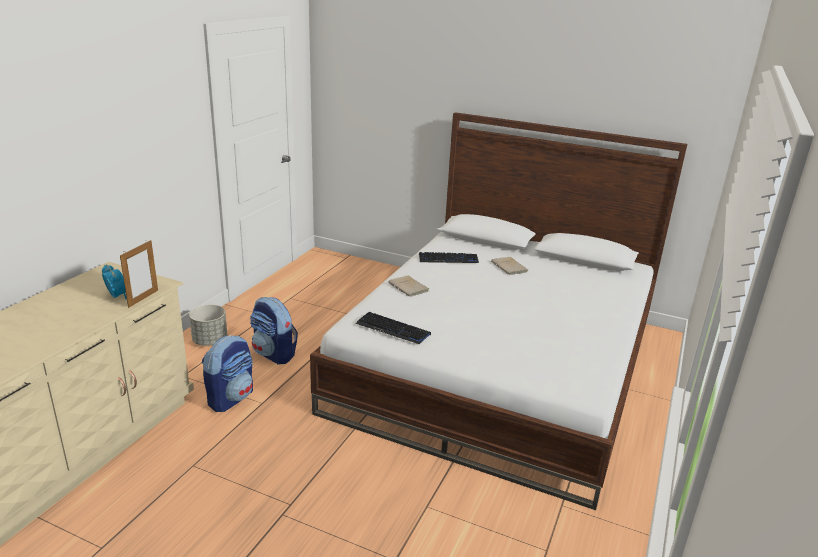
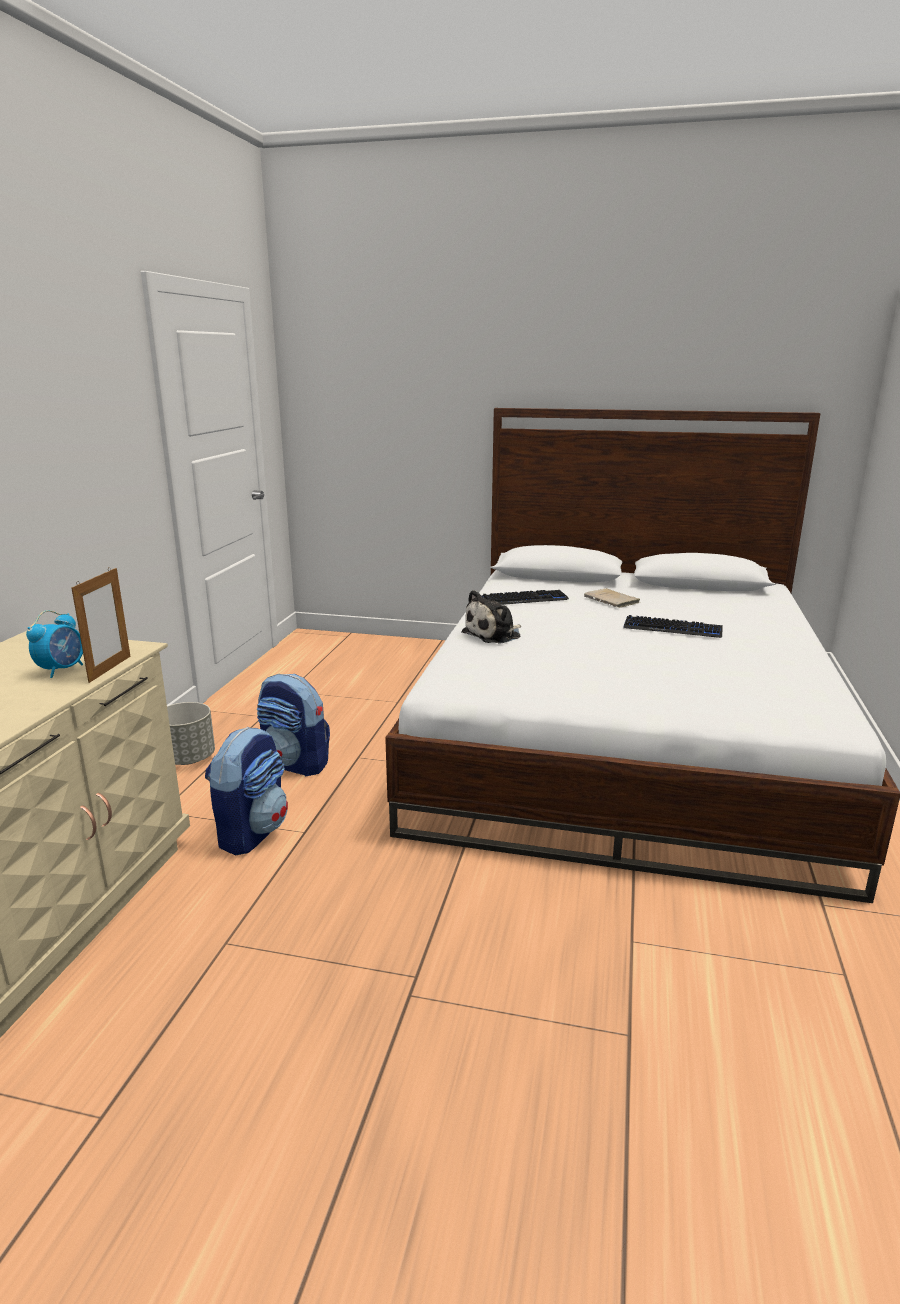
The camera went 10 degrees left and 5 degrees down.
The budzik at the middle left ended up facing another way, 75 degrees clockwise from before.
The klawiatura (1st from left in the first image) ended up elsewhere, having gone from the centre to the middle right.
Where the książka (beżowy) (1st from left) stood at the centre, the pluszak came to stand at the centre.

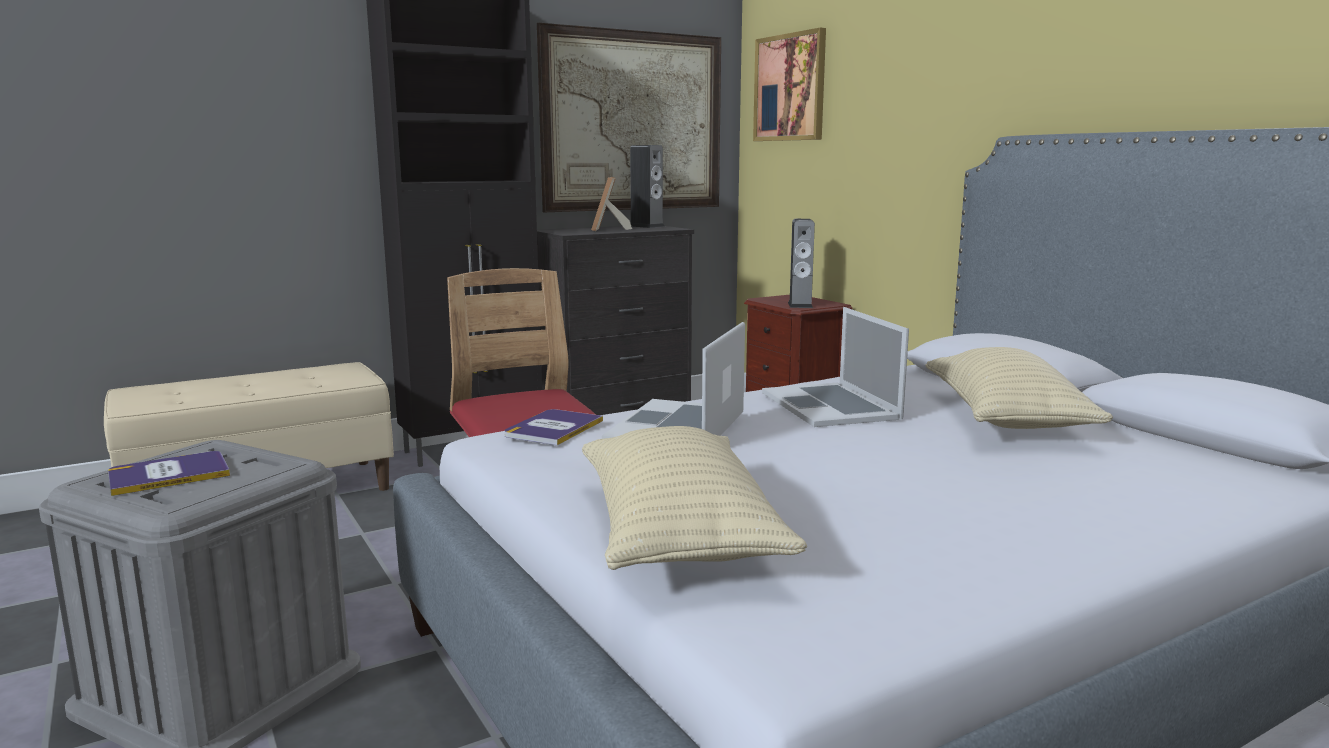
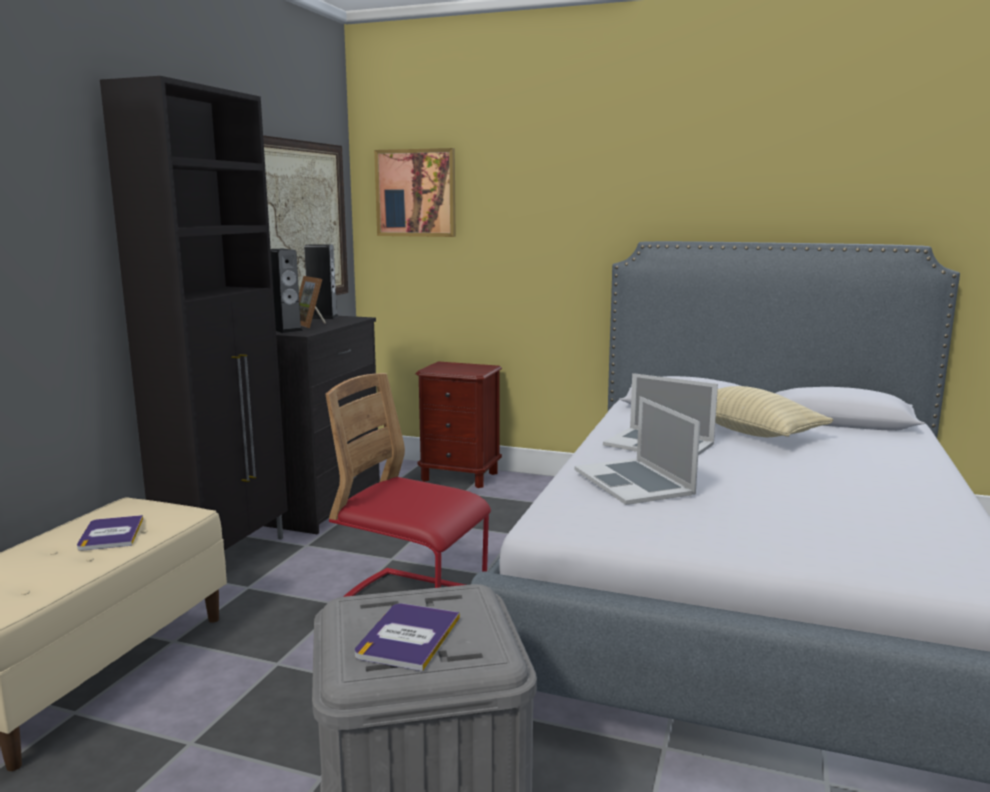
The camera went 40 degrees left and 0 degrees up.
The książka (2nd from left in the first image) ended up elsewhere, having gone from the centre to the bottom left.
The second view lost the poduszka (beżowy) (1st from left) at the centre.
The głośnik (2nd from left in the first image) ended up elsewhere, having gone from the centre to the middle left.

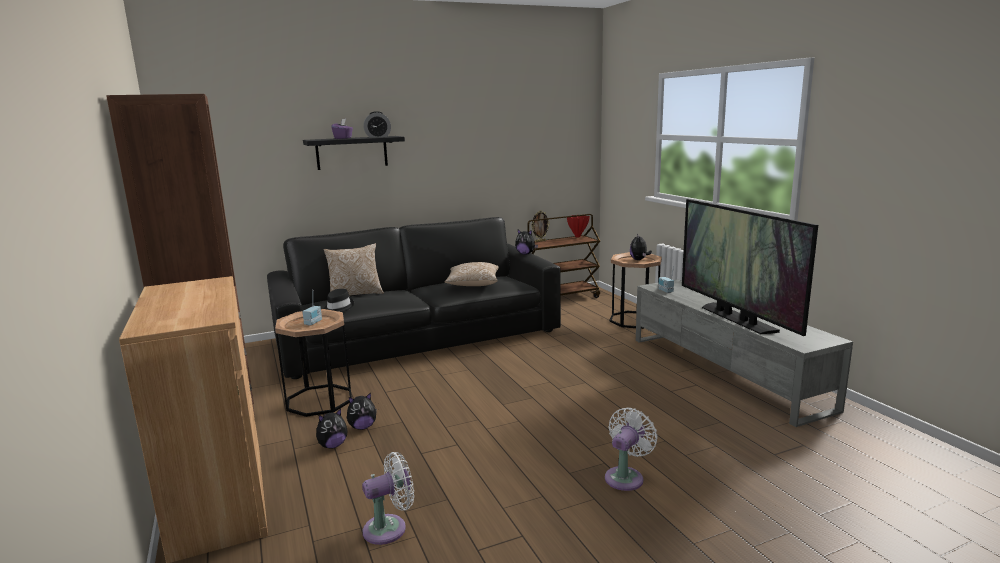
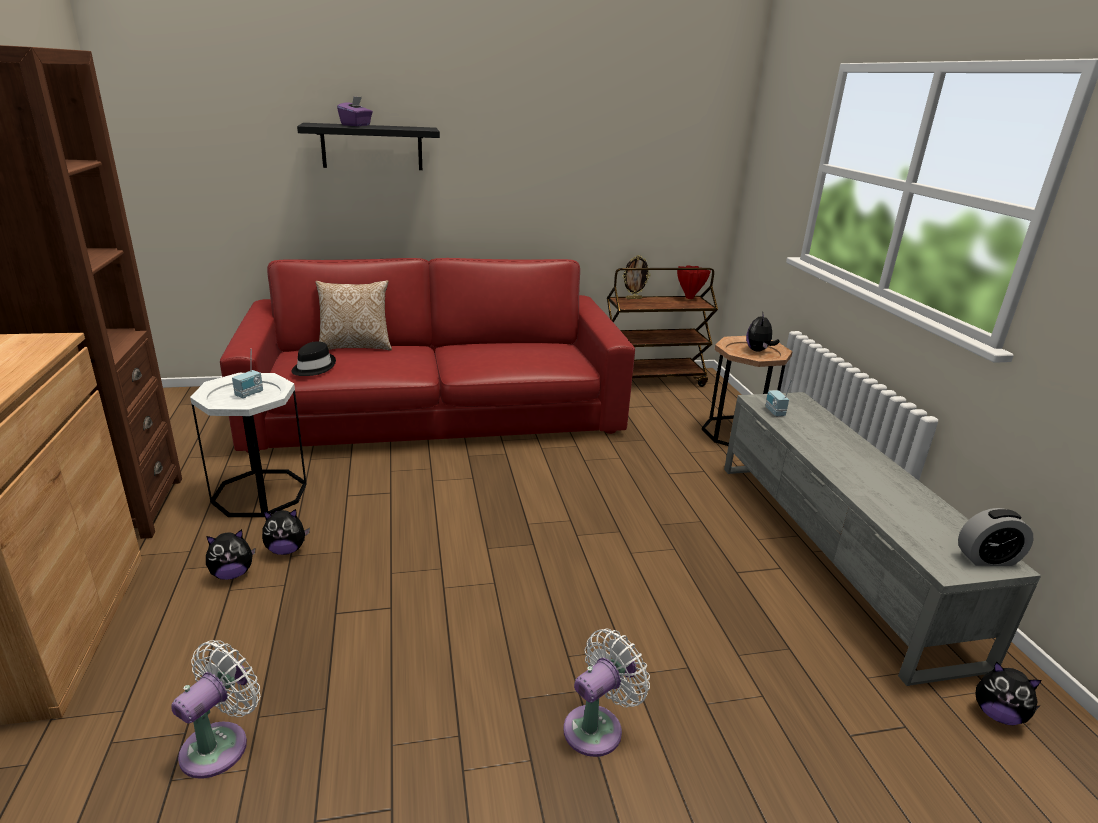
The camera went 10 degrees right and 10 degrees up.
What was the kanapa (czarny) at the centre turned into the kanapa (czerwony) at the centre.
What was the stolik (brązowy) (1st from left) at the middle left turned into the stolik (biały) at the middle left.
The wentylator (biały) (1st from left) at the bottom centre ended up facing another way, 45 degrees counterclockwise from before.
The budzik ended up elsewhere, having gone from the top centre to the middle right.
The second view lost the poduszka (2nd from left) at the centre.
The pluszak (3rd from left in the first image) ended up elsewhere, having gone from the centre to the bottom right.
The second view lost the telewizor at the middle right.

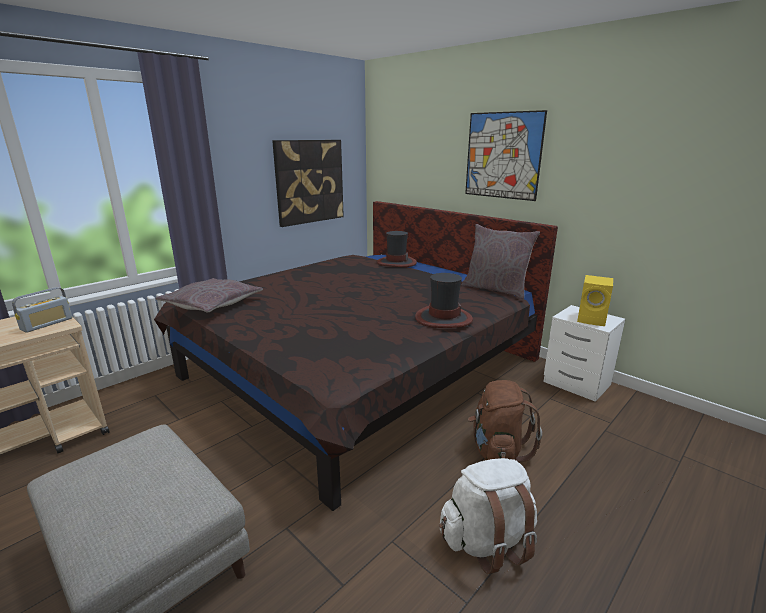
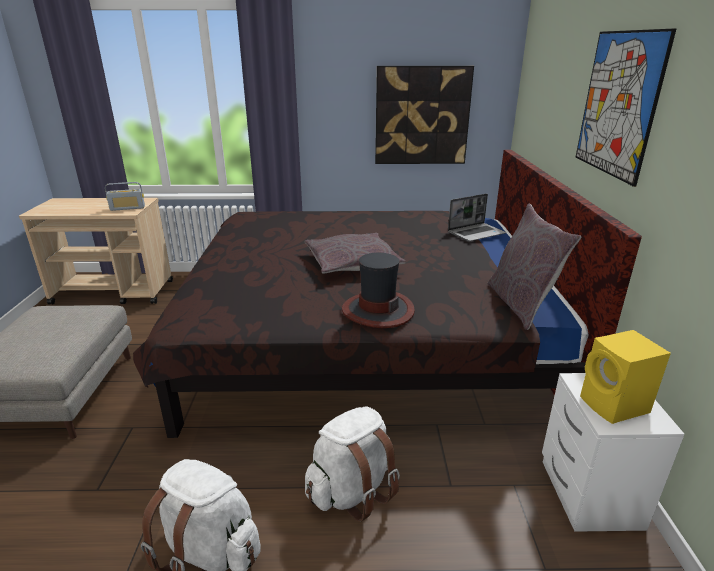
The camera went 45 degrees right and 5 degrees up.
The poduszka (szary) (1st from left) ended up elsewhere, having gone from the middle left to the centre.
Where the kapelusz (1st from left) stood at the centre, the laptop came to stand at the middle right.
What was the plecak (brązowy) at the bottom centre turned into the plecak (biały) (2nd from left) at the bottom centre.

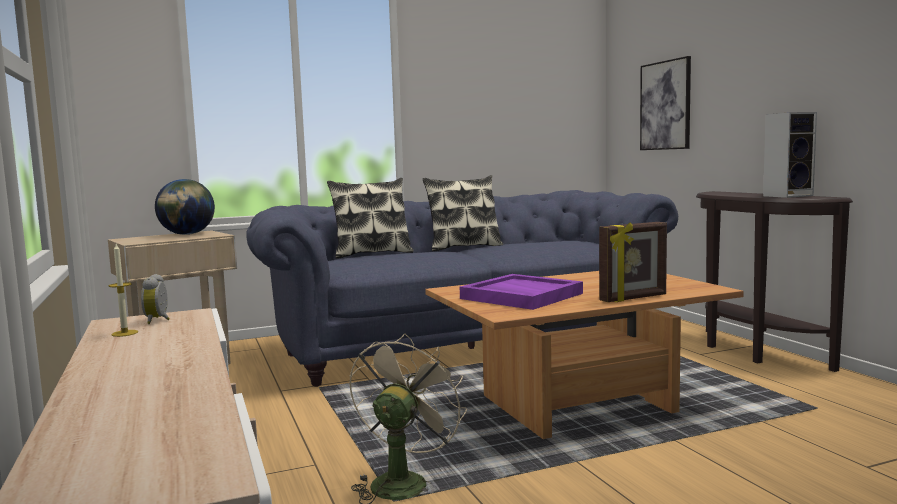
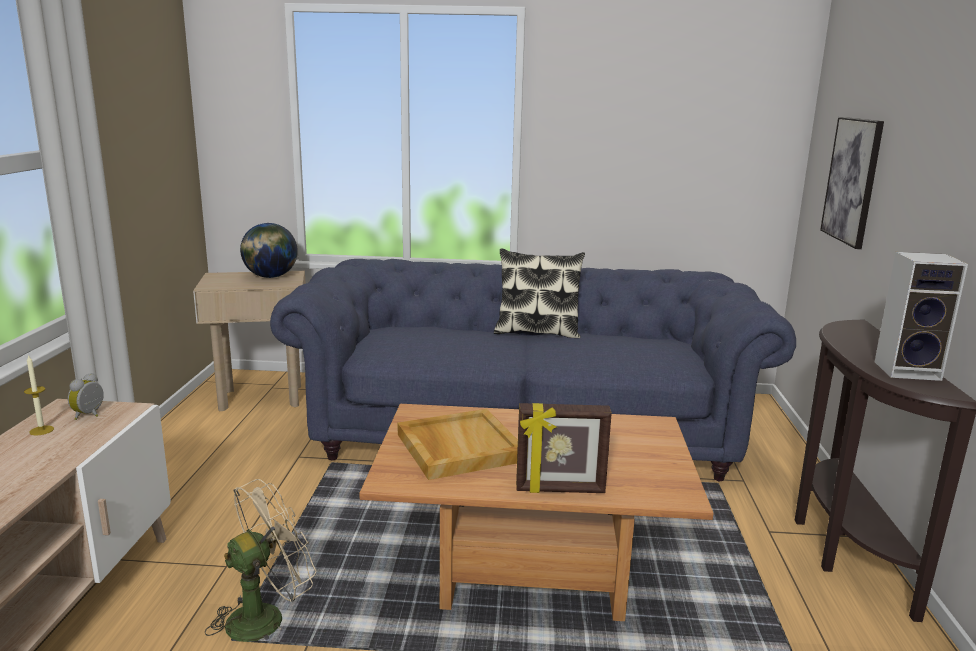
The camera went 25 degrees right and 10 degrees up.
The second view lost the poduszka (1st from left) at the centre.
What was the taca (fioletowy) at the centre turned into the taca (beżowy) at the bottom centre.

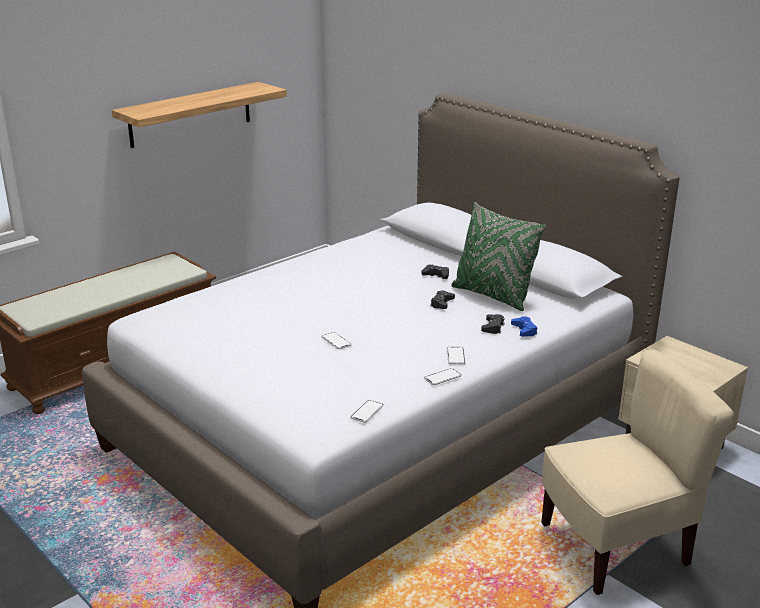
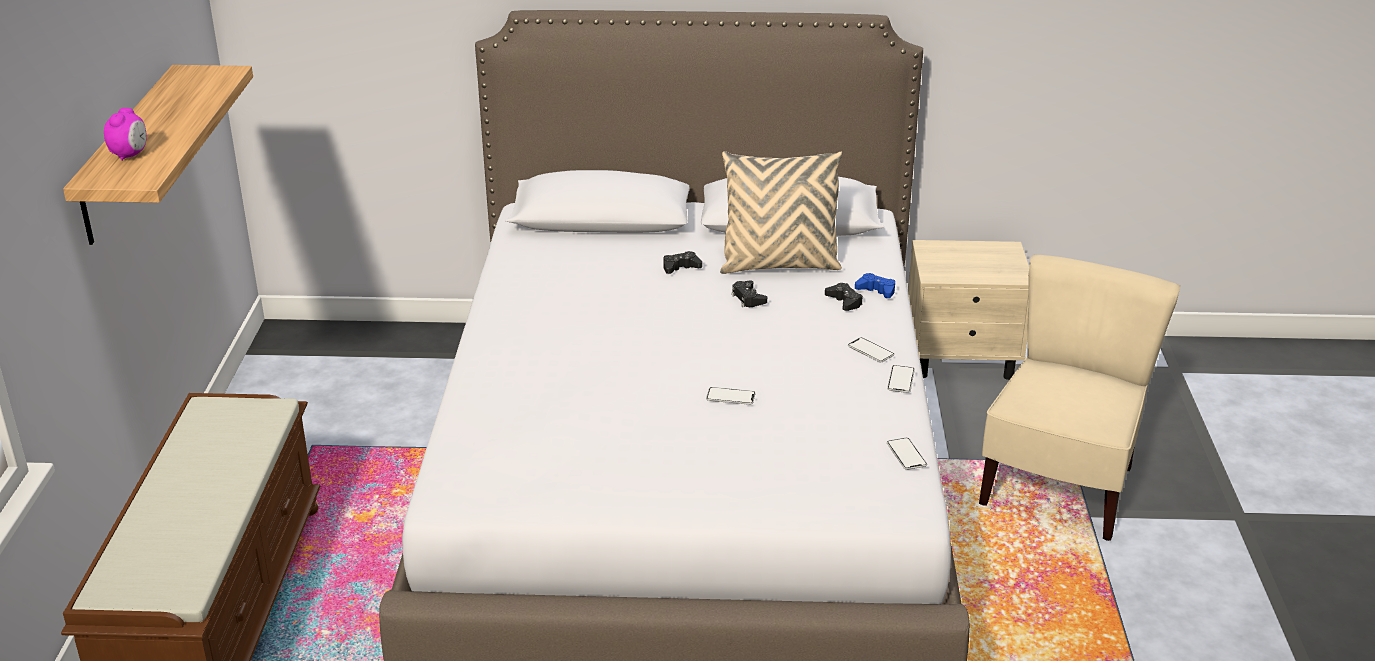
The camera went 45 degrees left and 5 degrees up.
What was the poduszka (zielony) at the centre turned into the poduszka (beżowy) at the top centre.
The second view gained the budzik at the top left.

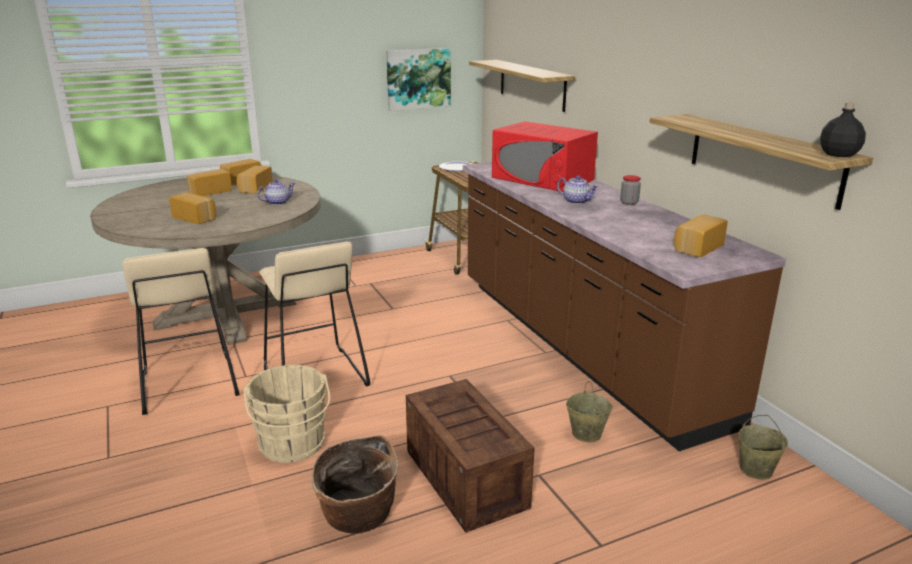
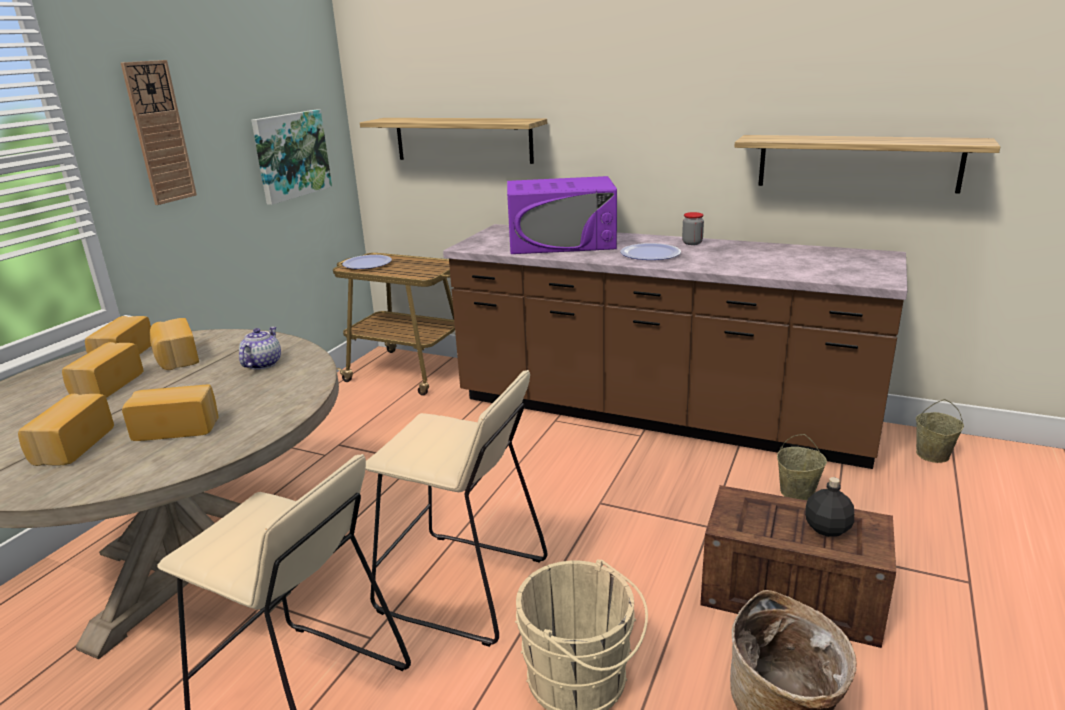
The camera went 40 degrees left and 0 degrees up.
What was the mikrofalówka (czerwony) at the top centre turned into the mikrofalówka (fioletowy) at the top centre.
Where the imbryk (2nd from left) stood at the centre, the talerz (2nd from left) came to stand at the centre.
The chleb (5th from left in the first image) ended up elsewhere, having gone from the middle right to the middle left.
The butelka (czarny) ended up elsewhere, having gone from the top right to the bottom right.
The second view gained the zegar ścienny at the top left.

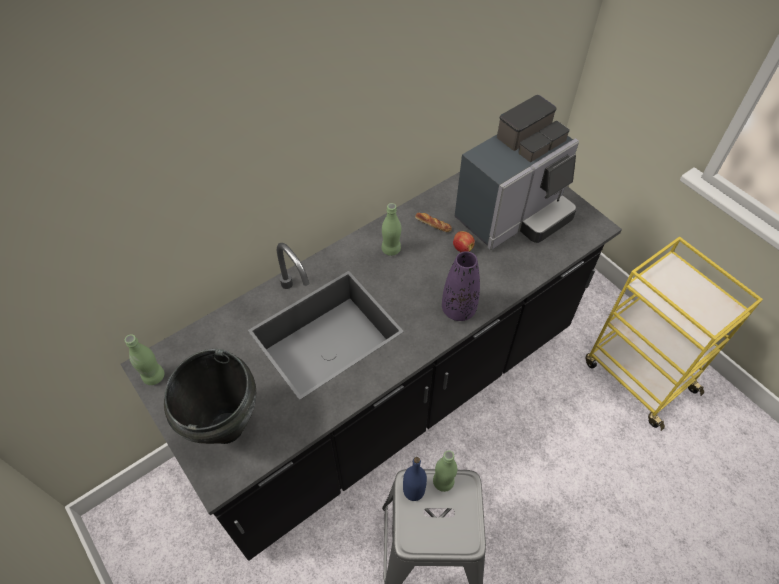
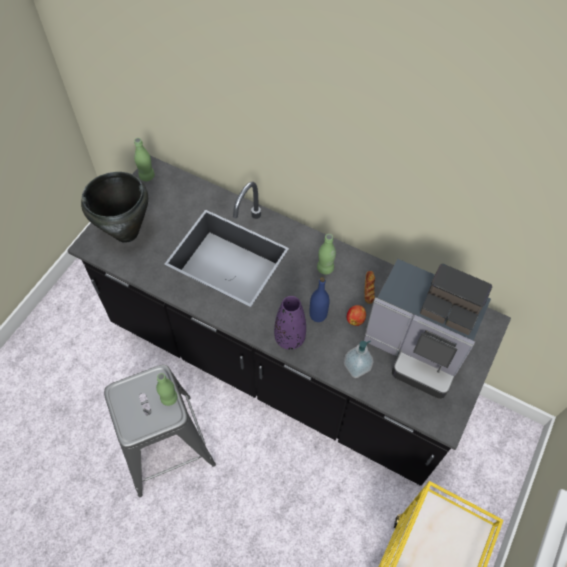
The camera went 65 degrees right and 5 degrees up.
The butelka (niebieski) ended up elsewhere, having gone from the bottom centre to the centre.
The second view gained the dozownik mydła at the centre.

